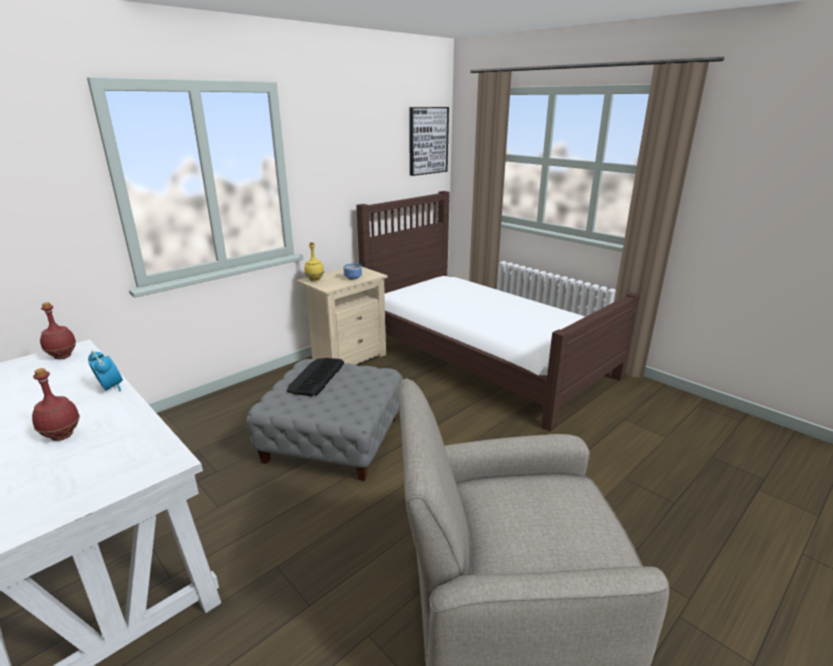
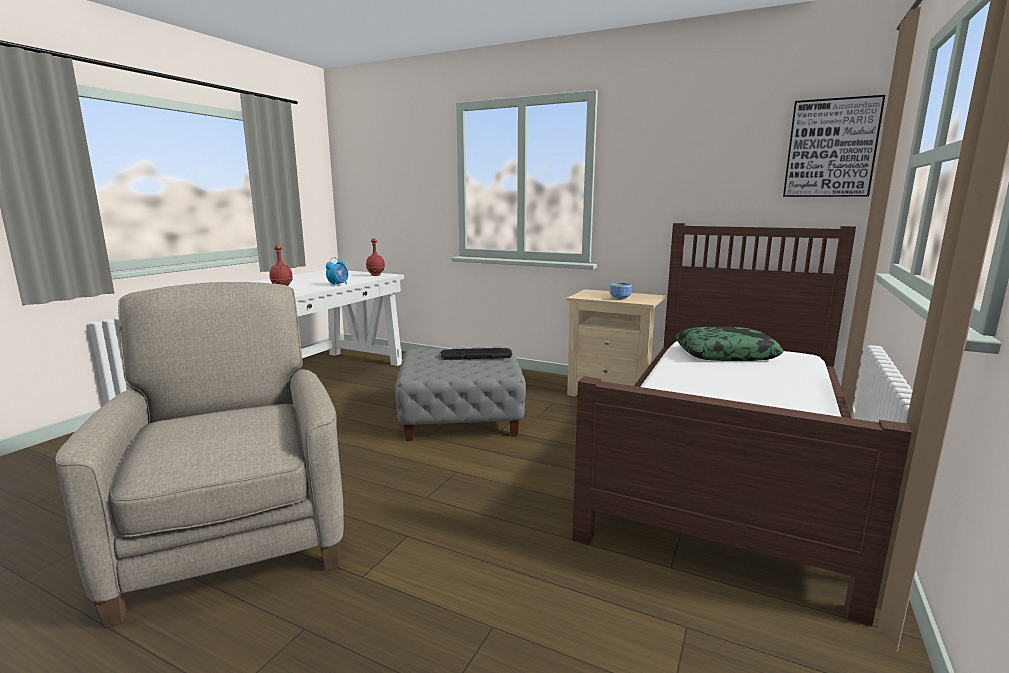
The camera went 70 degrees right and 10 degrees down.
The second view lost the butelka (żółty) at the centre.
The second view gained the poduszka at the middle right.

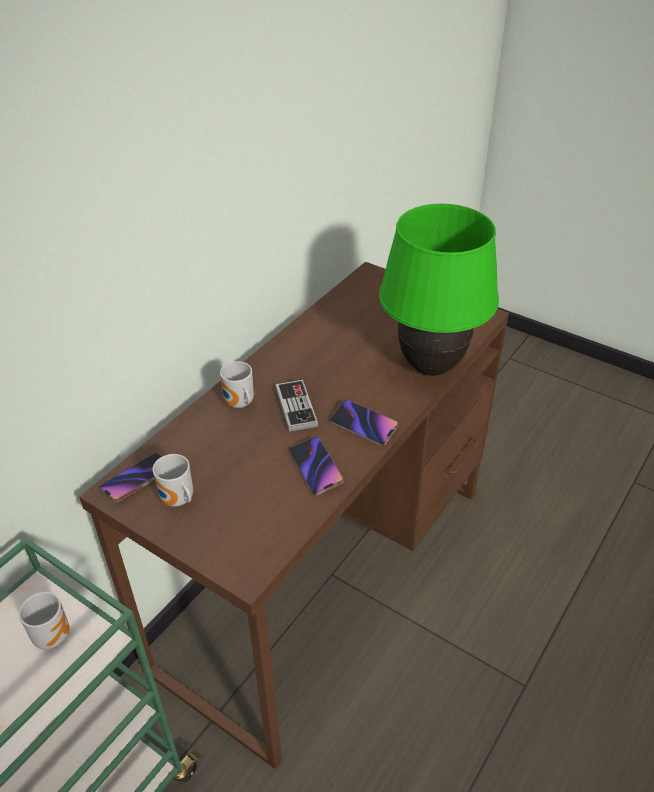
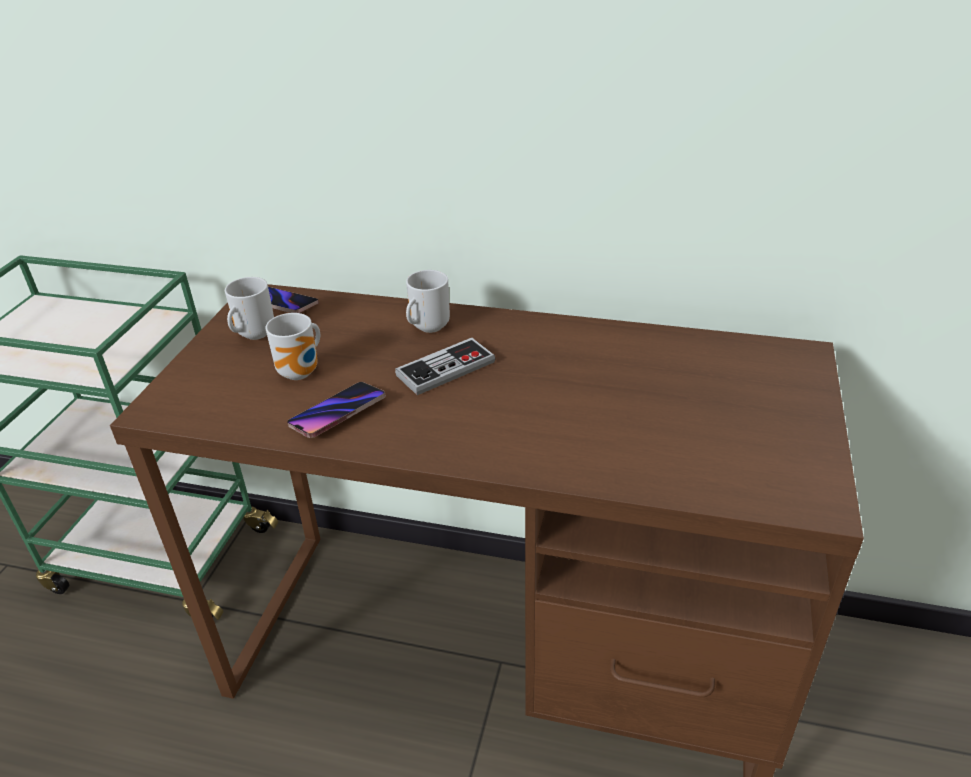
The camera went 70 degrees right and 5 degrees down.
The kubek (1st from left in the first image) ended up elsewhere, having gone from the bottom left to the middle left.
The second view lost the telefon (3rd from left) at the centre.
The second view lost the lampa stołowa (zielony) at the middle right.

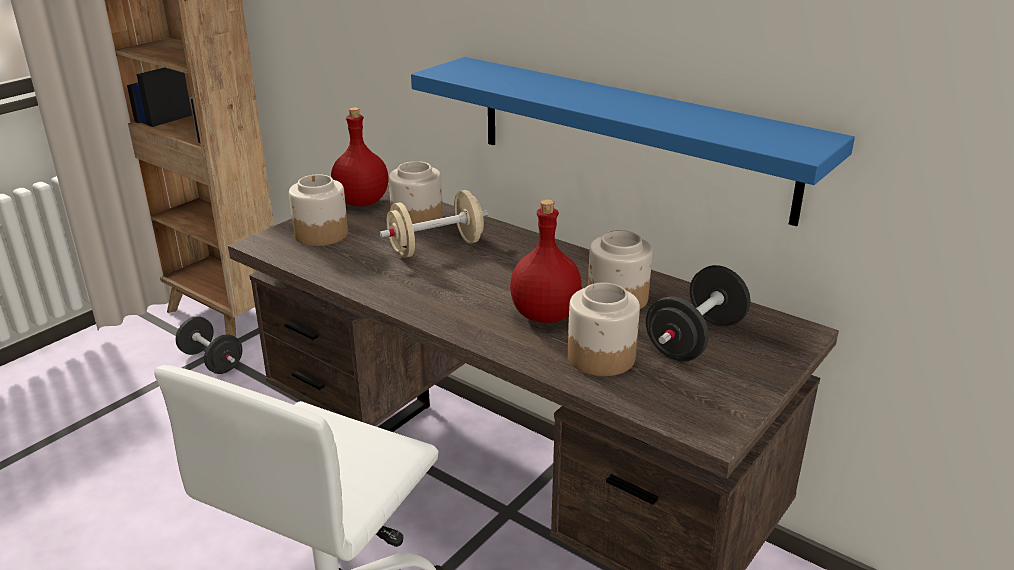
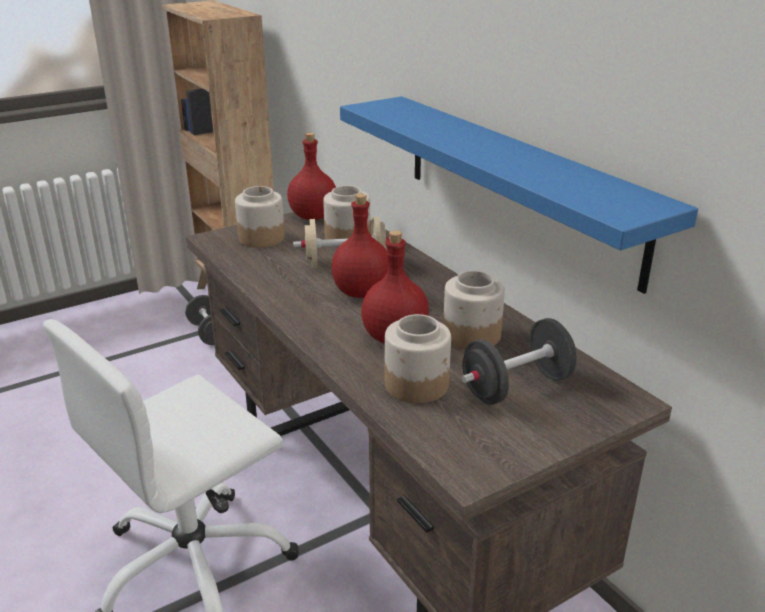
The camera went 20 degrees right and 0 degrees up.
The second view gained the butelka (czerwony) (2nd from left) at the centre.

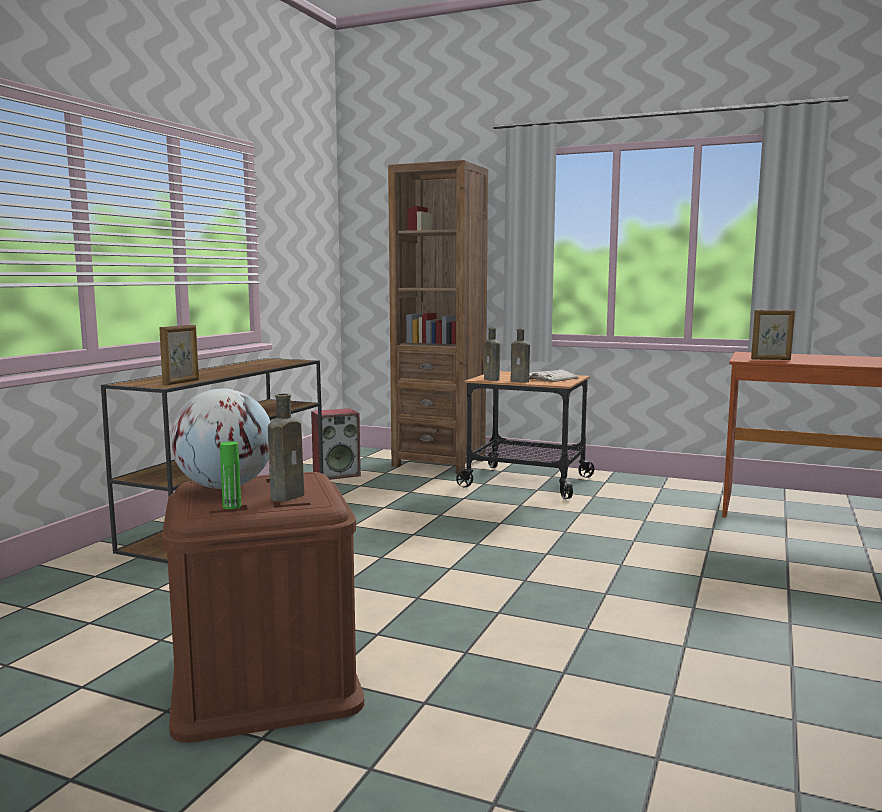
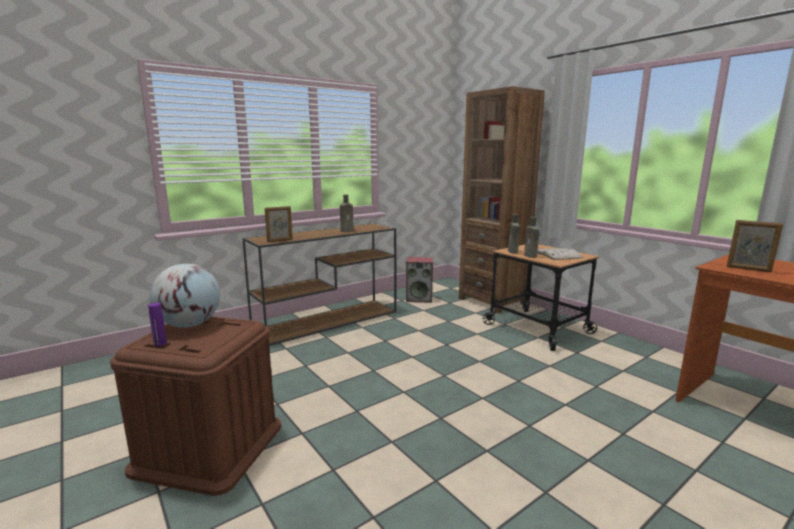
The camera went 30 degrees right and 5 degrees up.
What was the butelka (zielony) at the middle left turned into the butelka (fioletowy) at the middle left.
The butelka (brązowy) (1st from left) ended up elsewhere, having gone from the middle left to the centre.

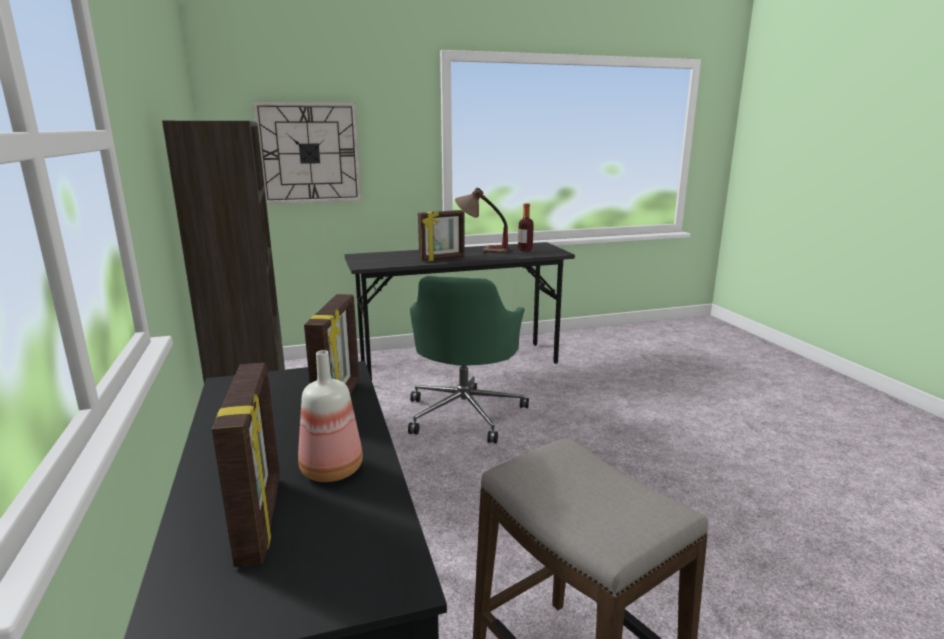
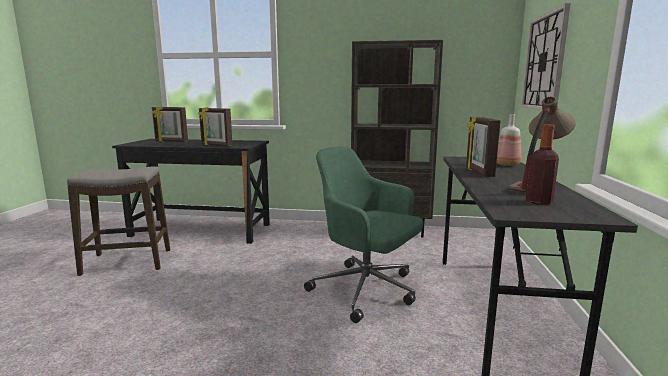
The camera went 115 degrees right and 5 degrees down.
The butelka (1st from left) ended up elsewhere, having gone from the centre to the middle right.

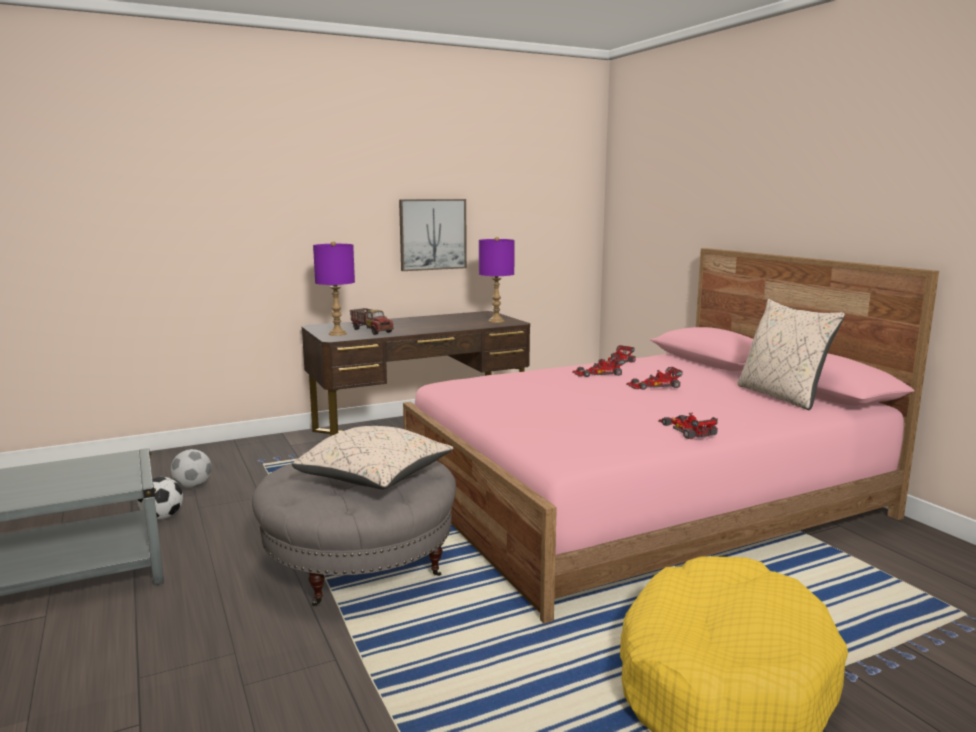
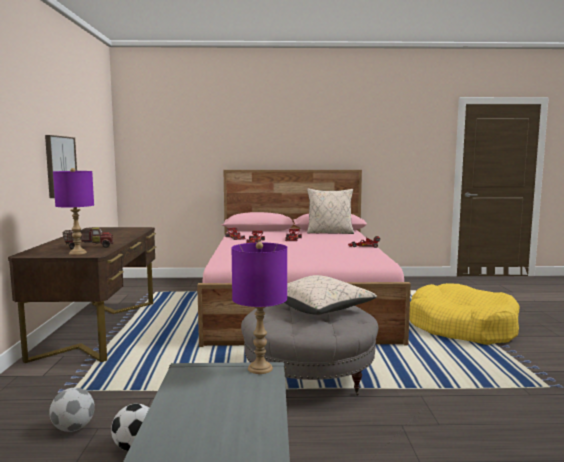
The camera went 65 degrees left and 5 degrees down.
The lampa stołowa (fioletowy) (2nd from left) ended up elsewhere, having gone from the centre to the bottom centre.

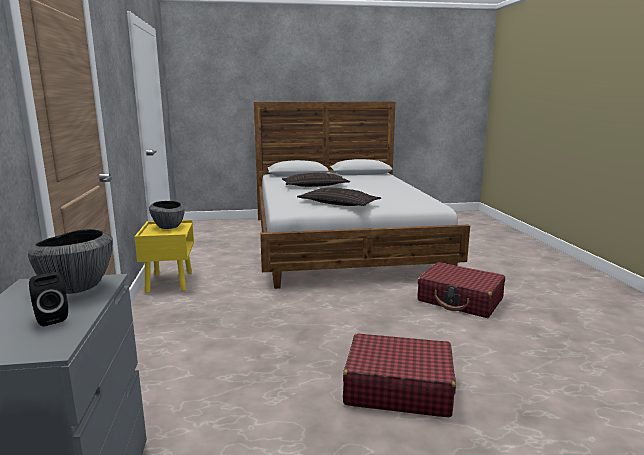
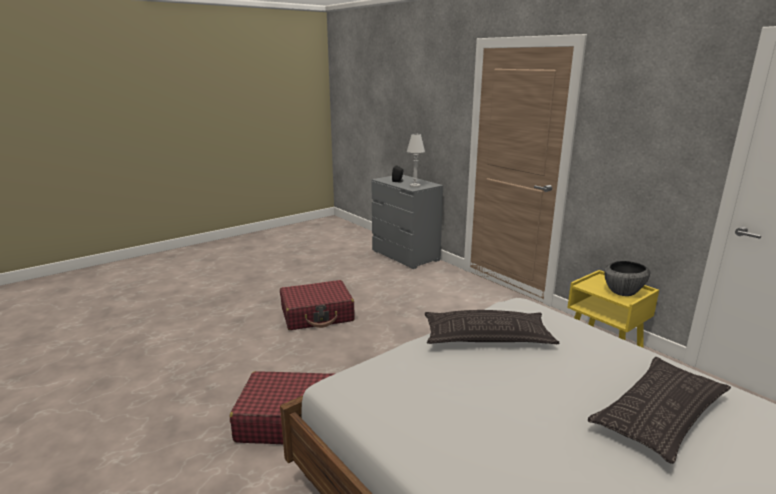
The camera went 150 degrees right and 5 degrees up.
Where the miska (1st from left) stood at the middle left, the lampa stołowa (biały) came to stand at the top centre.

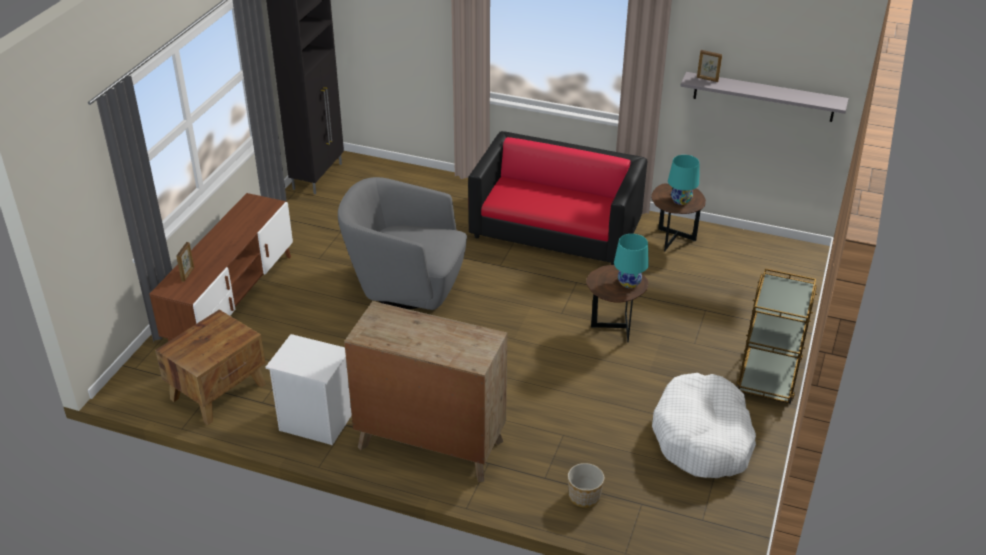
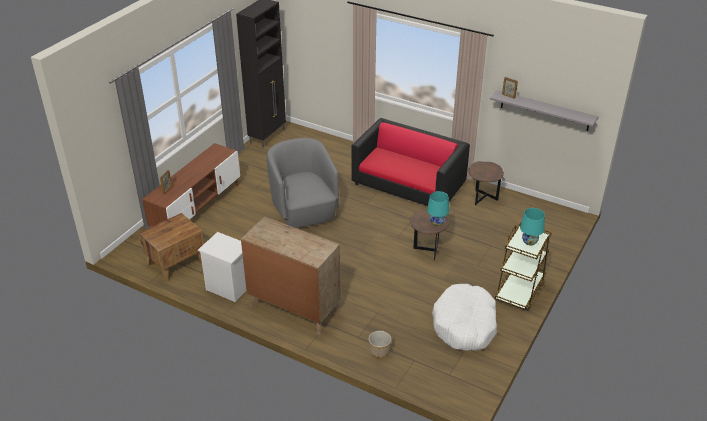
The camera went 10 degrees right and 0 degrees up.
The fotel (szary) at the centre ended up facing another way, 45 degrees clockwise from before.
The lampa stołowa (turkusowy) (2nd from left) ended up elsewhere, having gone from the top right to the middle right.

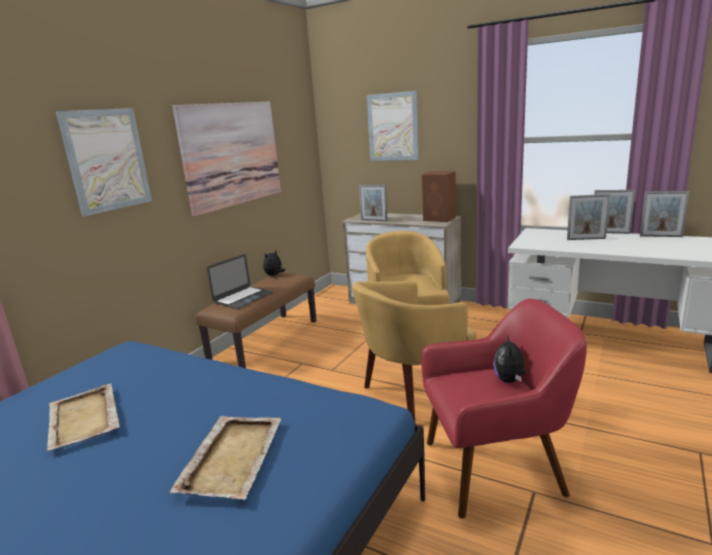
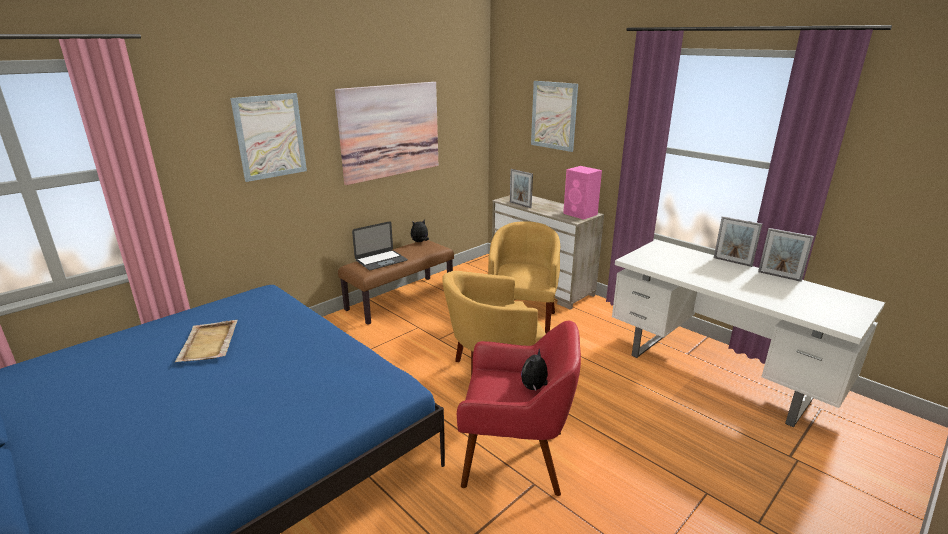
The camera went 15 degrees right and 5 degrees up.
The second view lost the taca (beżowy) (2nd from left) at the bottom left.
What was the głośnik (brązowy) at the centre turned into the głośnik (różowy) at the centre.
The second view lost the ramka na zdjęcie (2nd from left) at the middle right.

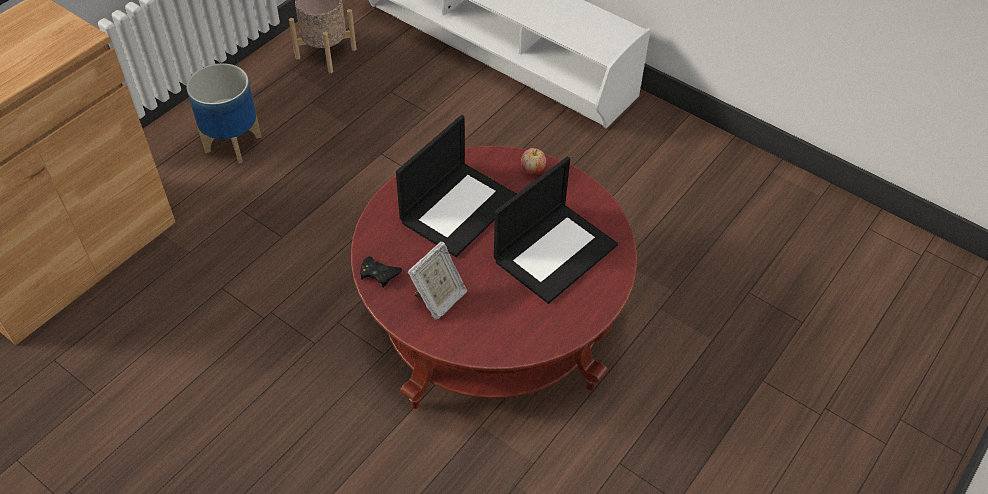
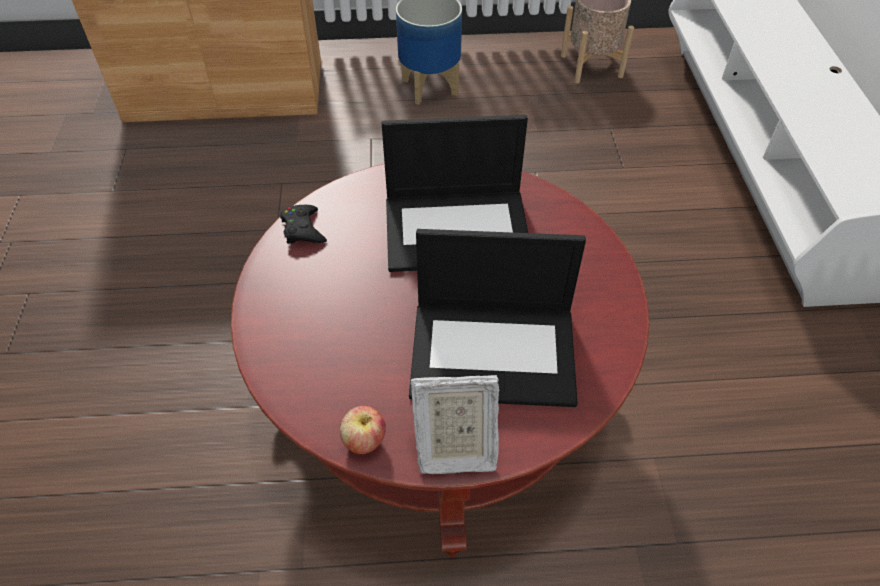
The camera went 50 degrees right and 0 degrees up.
The ramka na zdjęcie ended up elsewhere, having gone from the centre to the bottom centre.
The jabłko ended up elsewhere, having gone from the top centre to the bottom centre.

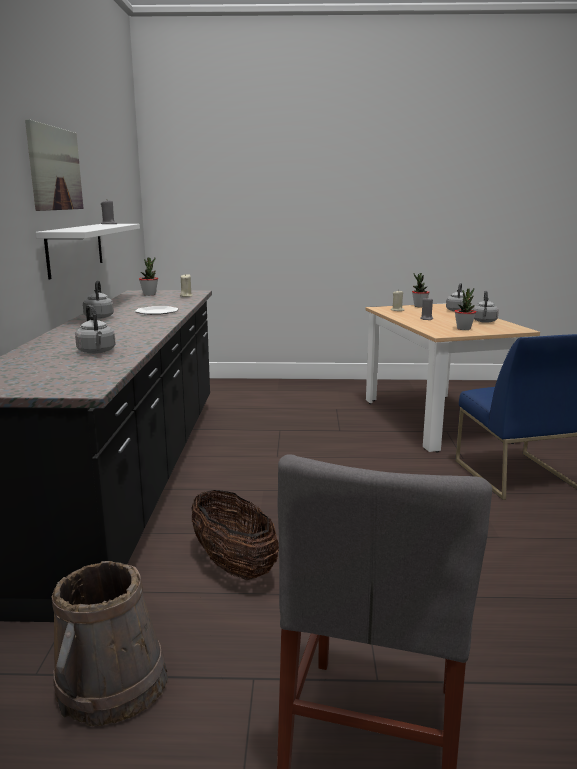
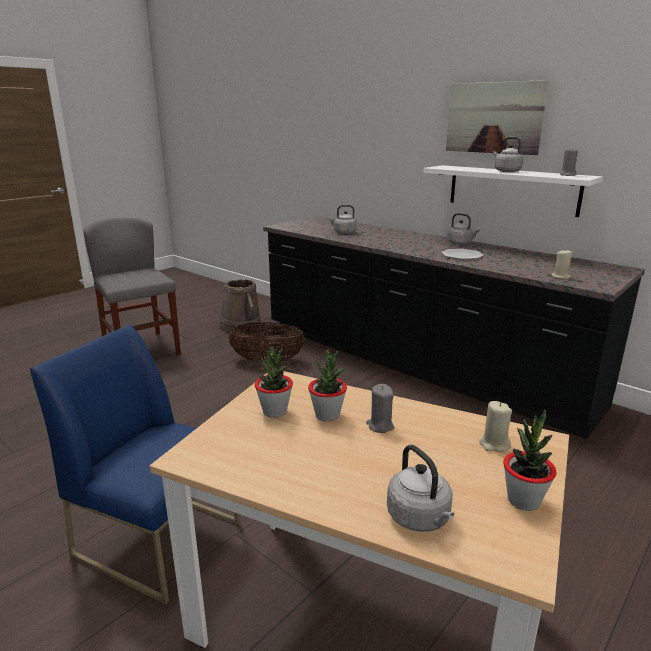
The camera went 130 degrees right and 5 degrees up.
The roślina doniczkowa (1st from left in the first image) ended up elsewhere, having gone from the middle left to the centre.
The czajnik (szary) (4th from left) ended up elsewhere, having gone from the middle right to the top right.

